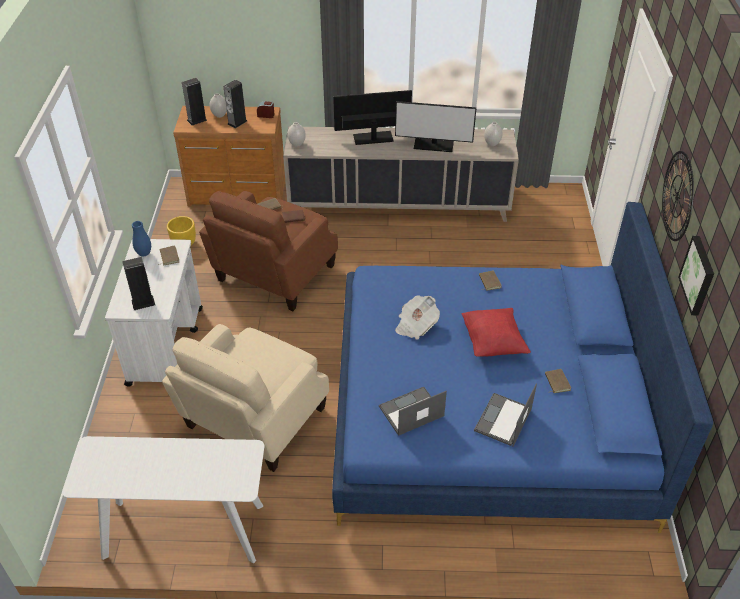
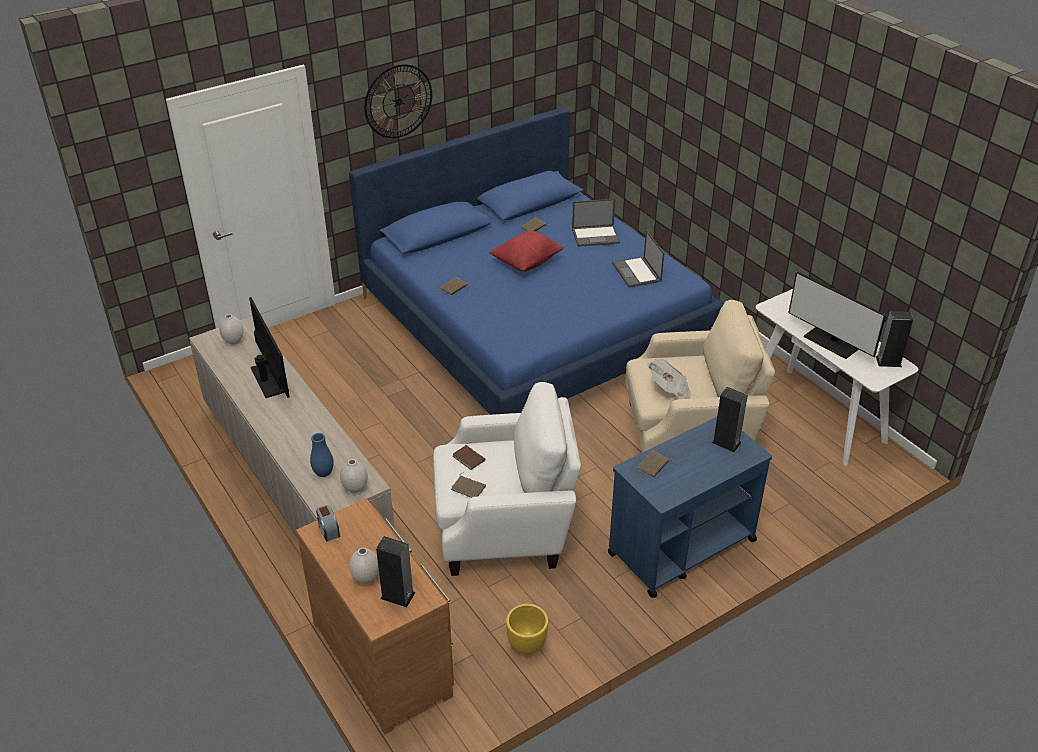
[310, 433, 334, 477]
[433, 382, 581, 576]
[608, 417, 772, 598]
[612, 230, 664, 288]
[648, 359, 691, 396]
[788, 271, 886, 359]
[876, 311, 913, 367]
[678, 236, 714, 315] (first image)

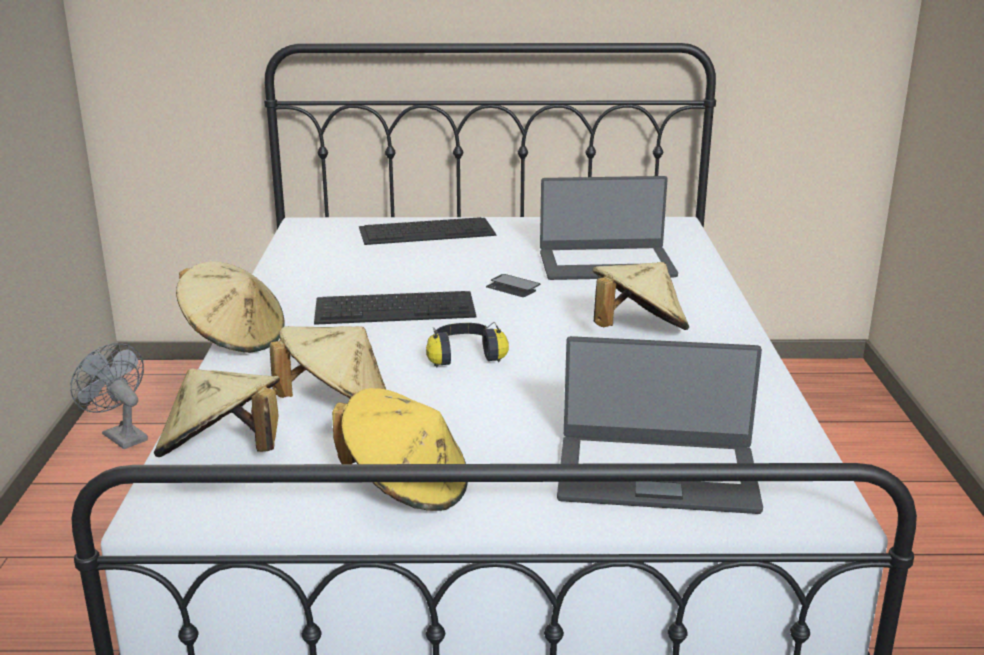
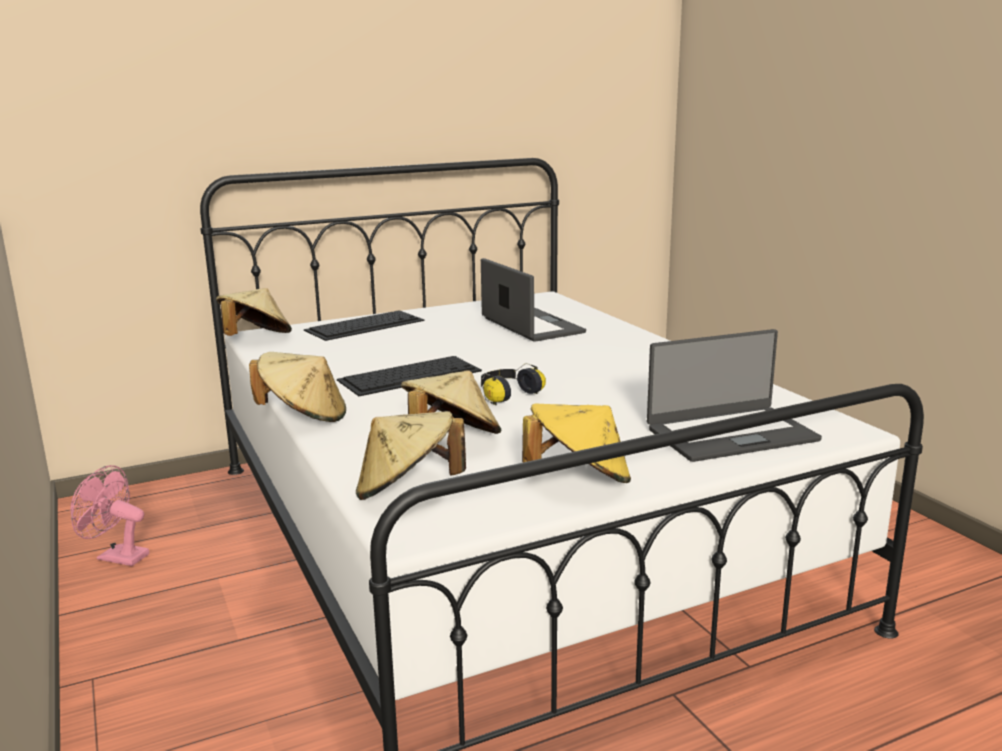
[70, 465, 149, 566]
[216, 288, 292, 336]
[481, 258, 586, 342]
[486, 274, 541, 297] (first image)

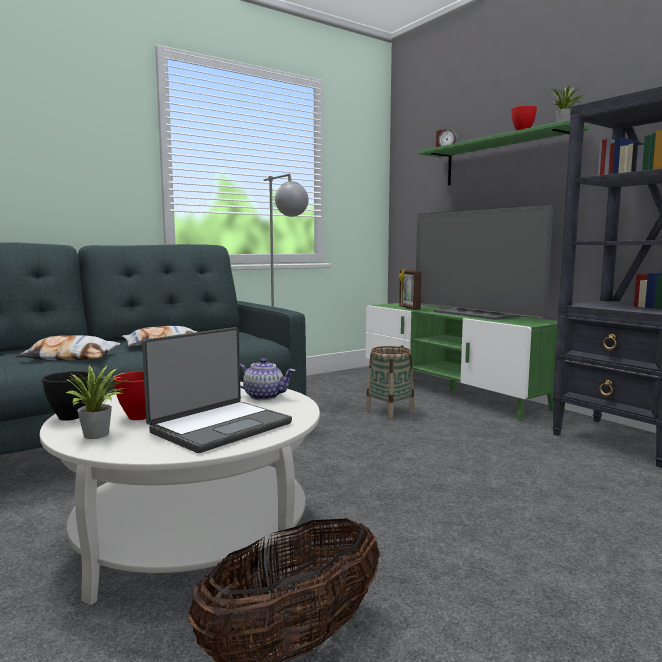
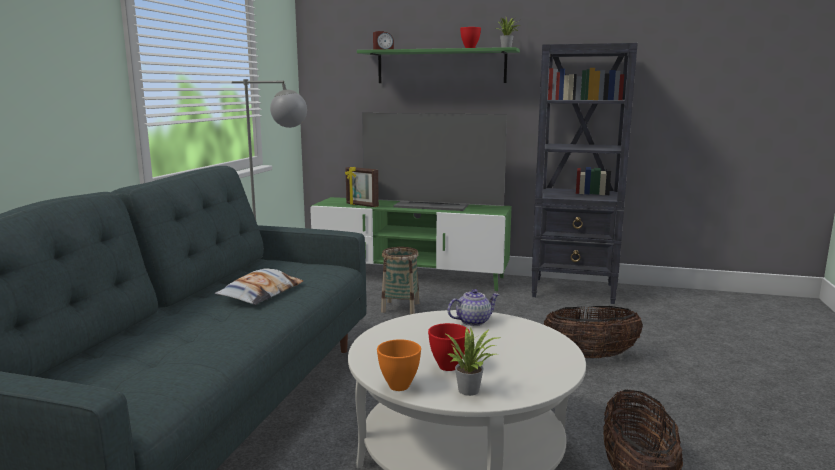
[377, 339, 421, 391]
[543, 306, 643, 358]
[15, 335, 120, 360] (first image)
[142, 327, 292, 453] (first image)

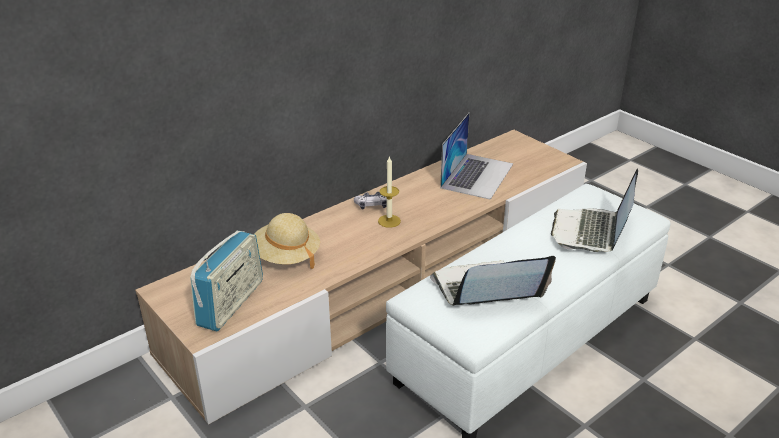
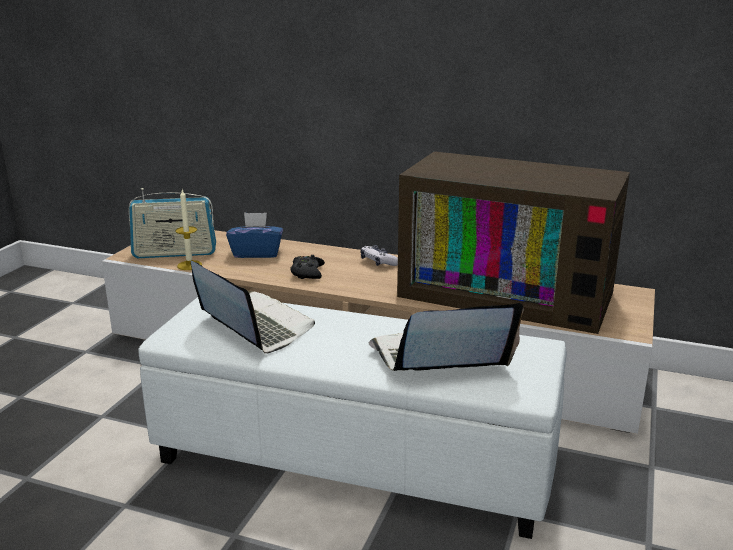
[175, 190, 202, 270]
[226, 212, 283, 258]
[290, 255, 325, 279]
[397, 151, 630, 334]

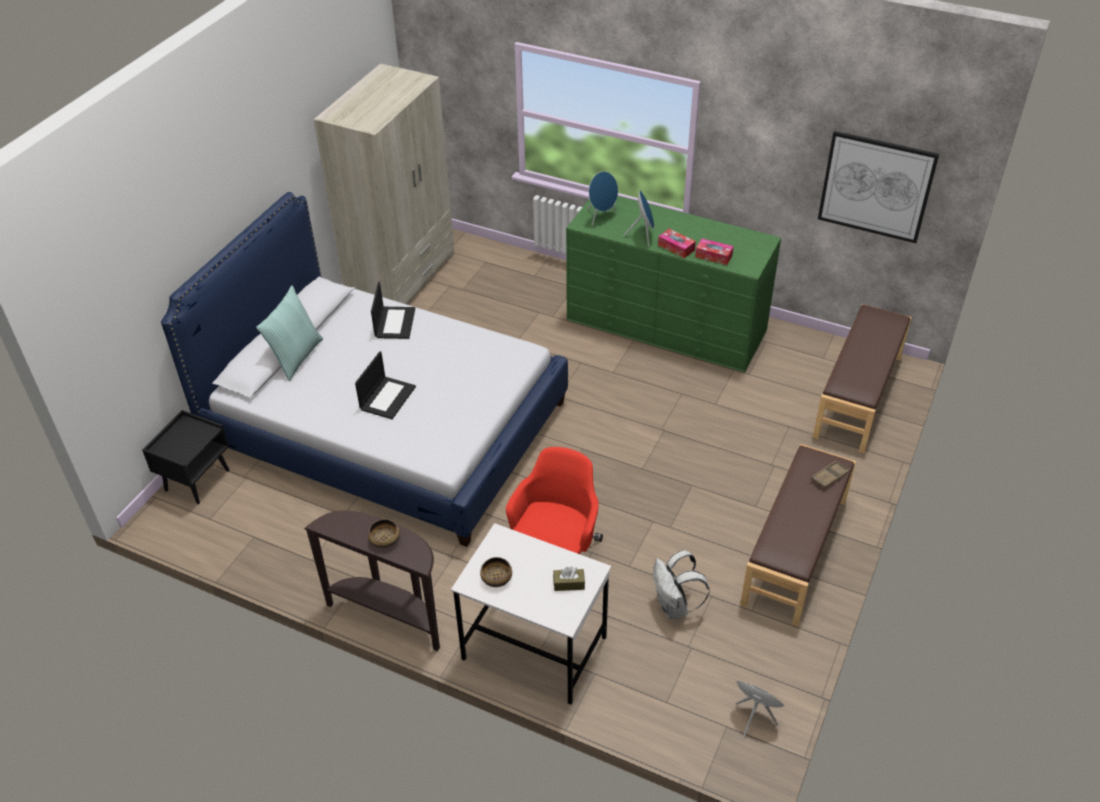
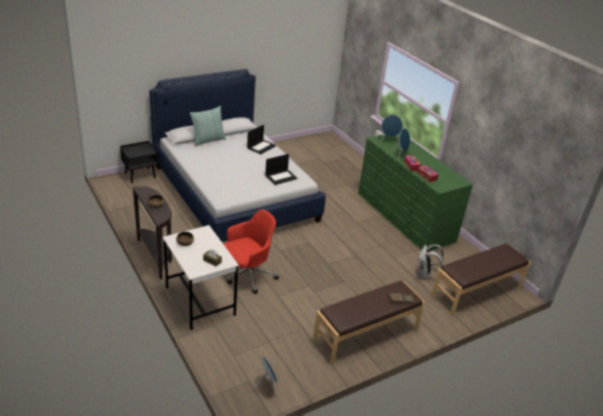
[265, 154, 298, 185]
[418, 244, 443, 279]
[314, 63, 454, 305] (first image)
[818, 131, 939, 243] (first image)

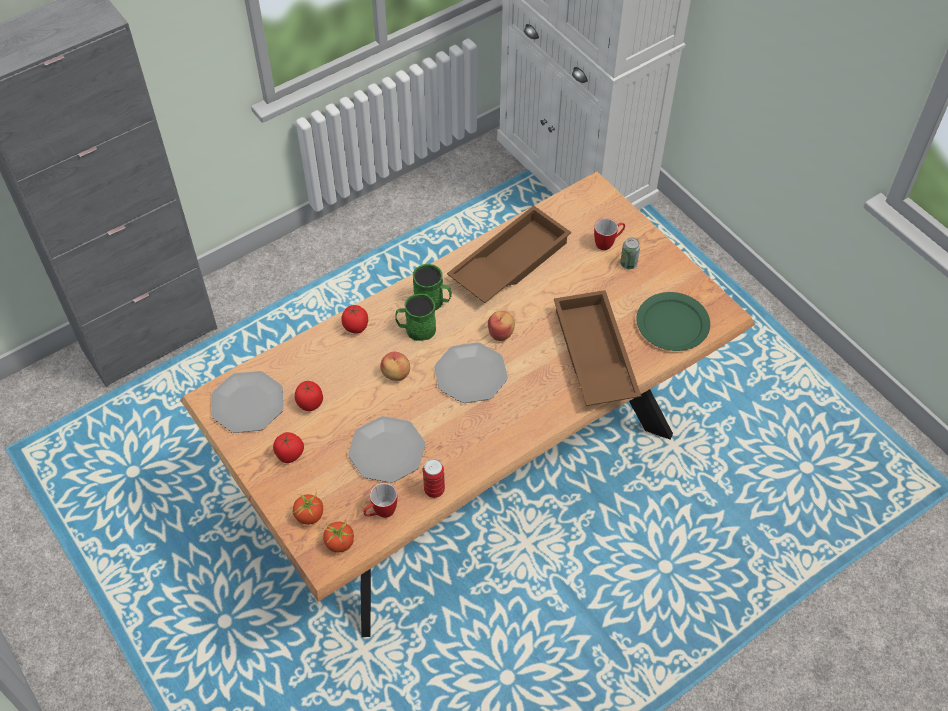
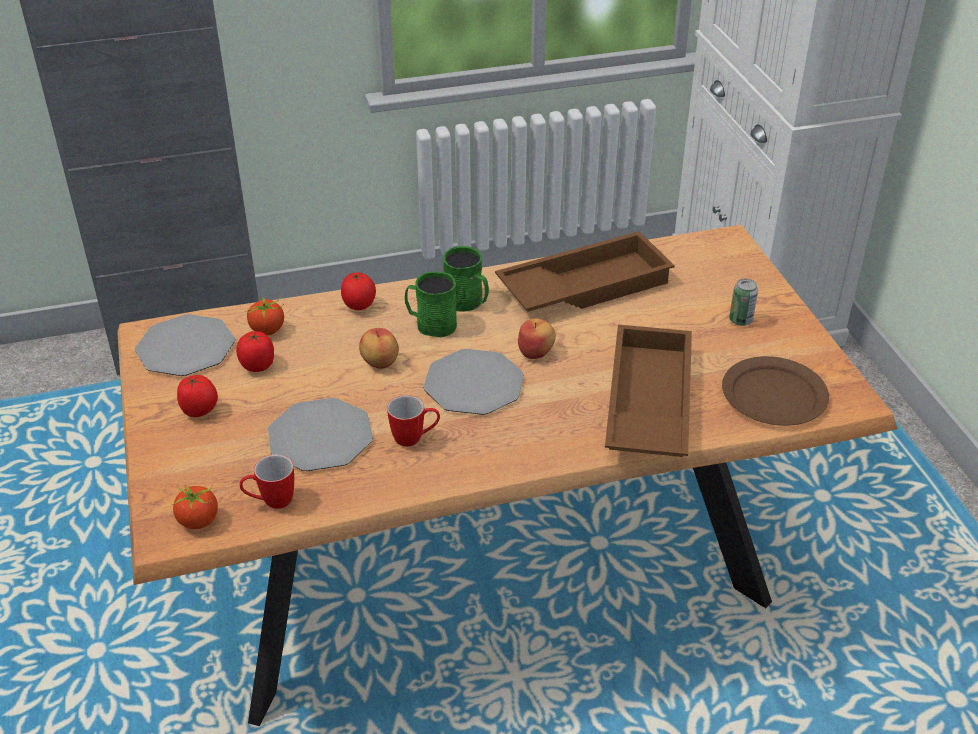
[245, 295, 284, 335]
[387, 395, 440, 447]
[722, 356, 829, 426]
[423, 459, 445, 498] (first image)

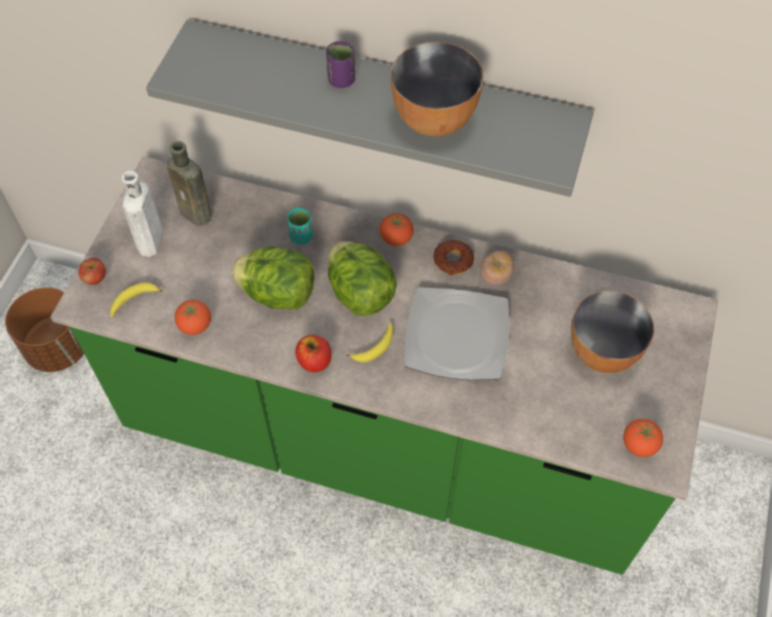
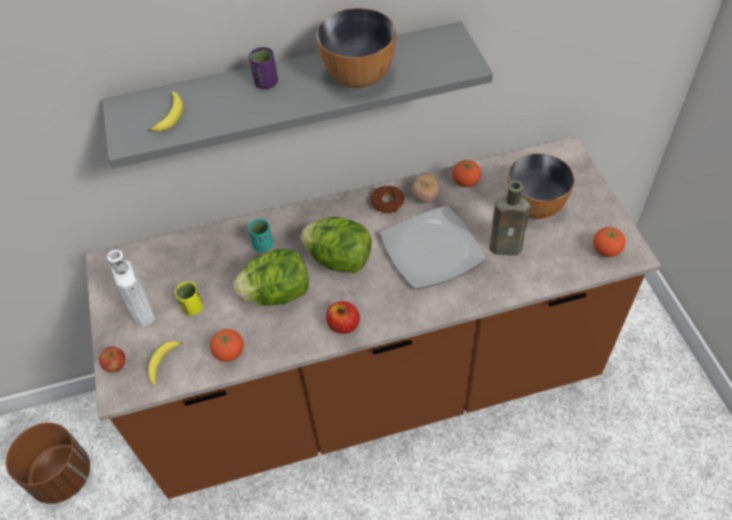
[86, 136, 661, 499]
[148, 91, 183, 132]
[175, 282, 203, 316]
[452, 160, 481, 187]
[490, 181, 530, 255]

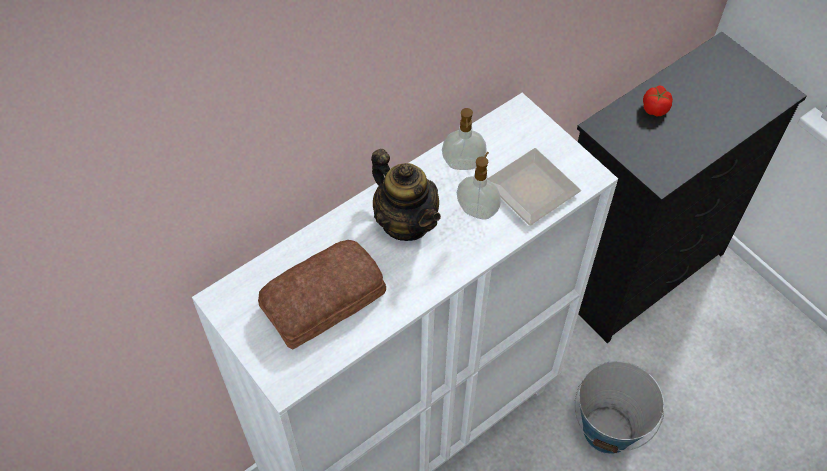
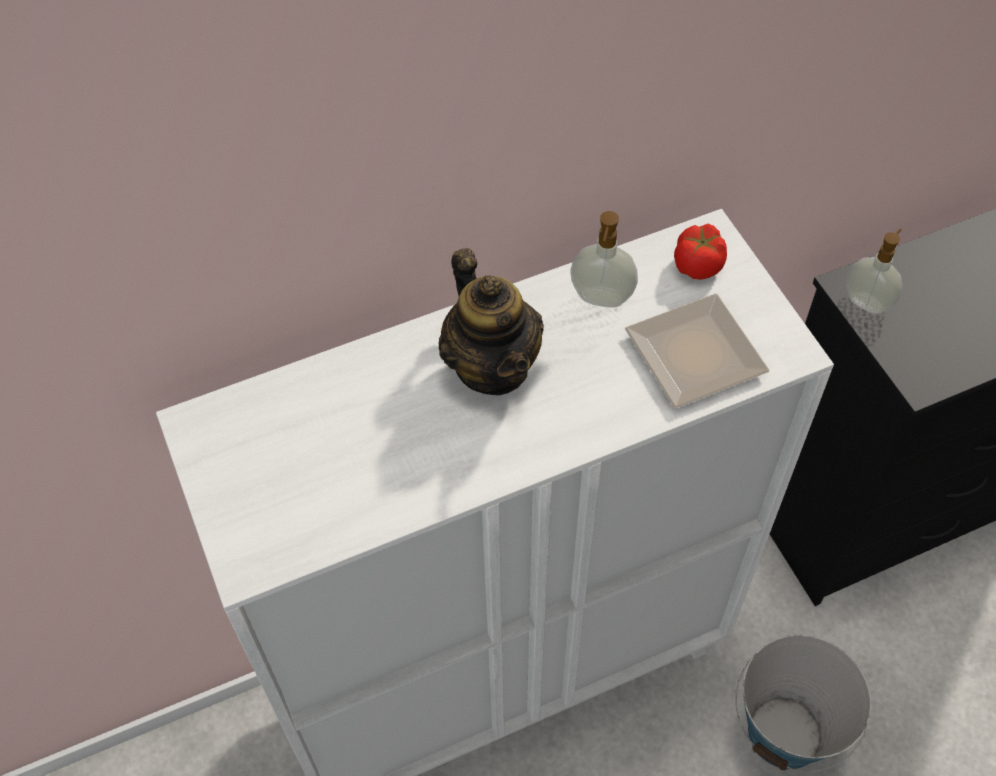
[674, 224, 727, 280]
[846, 229, 902, 314]
[258, 240, 386, 349] (first image)

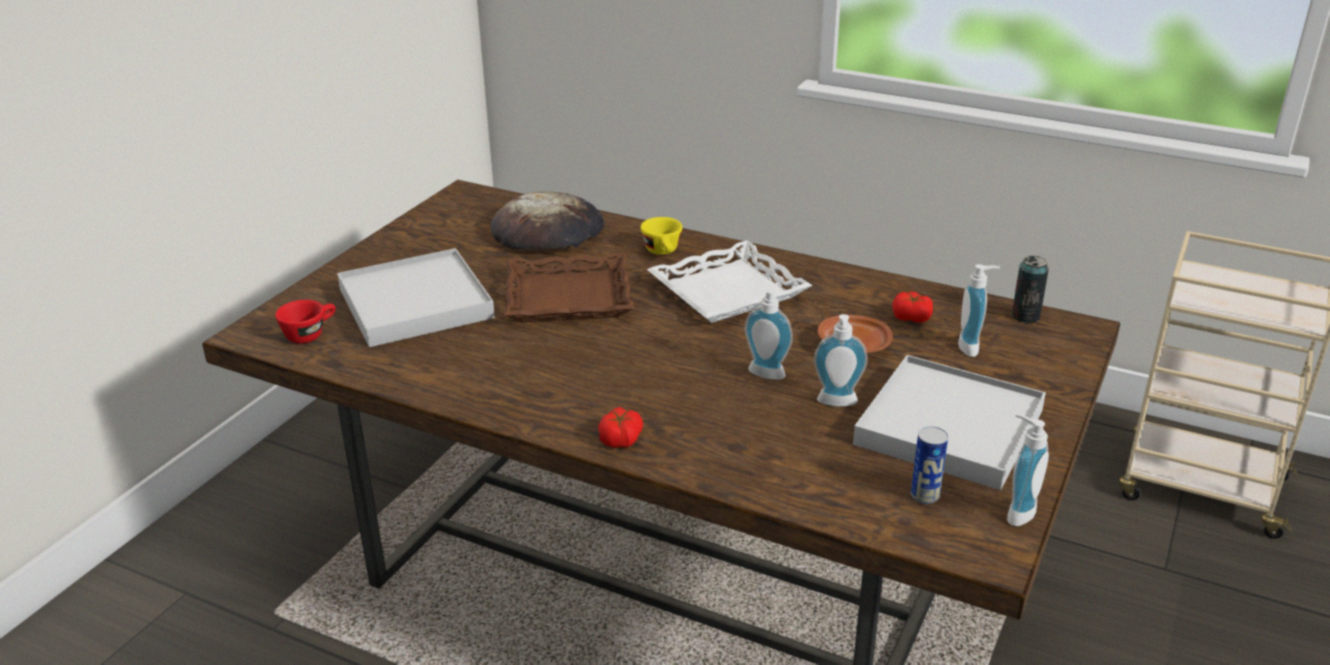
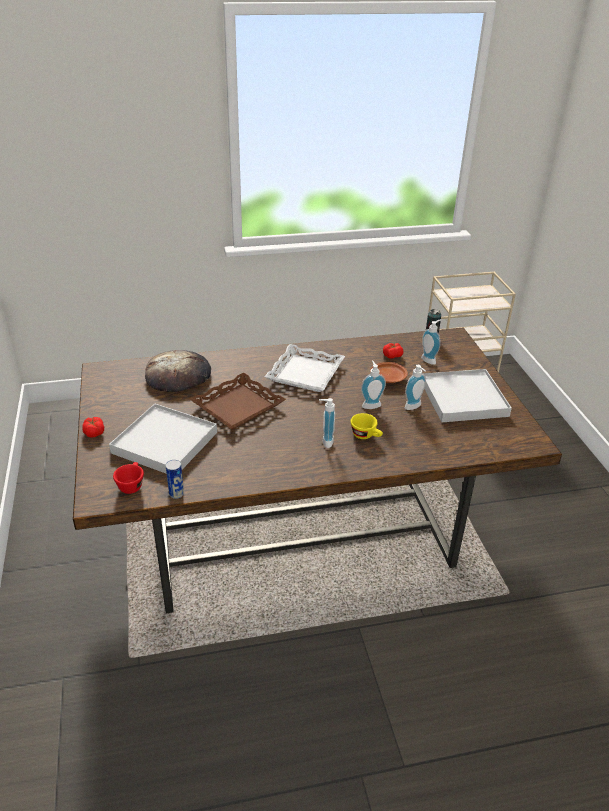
[82, 417, 104, 438]
[166, 460, 184, 499]
[319, 398, 335, 448]
[351, 413, 383, 439]

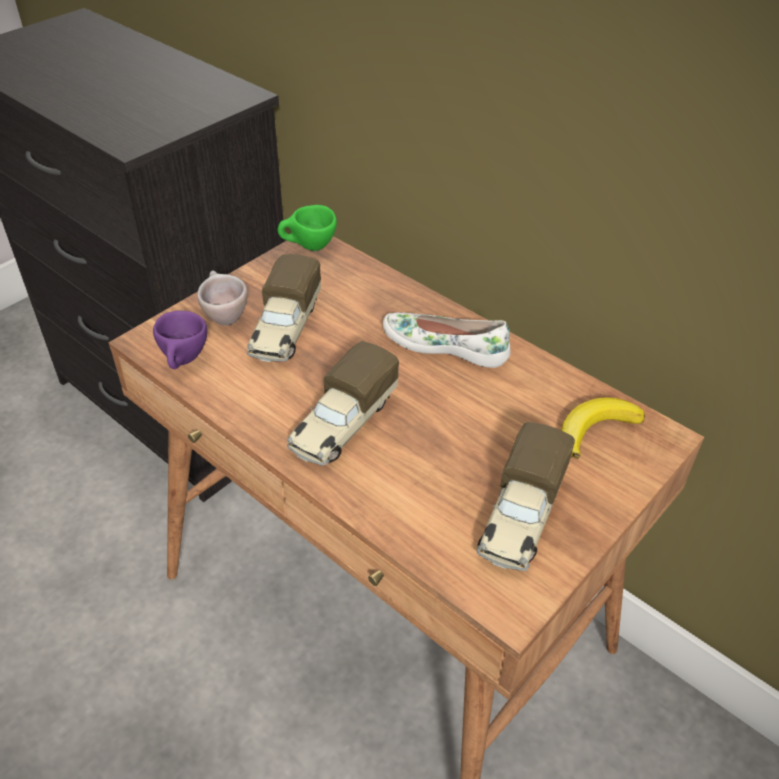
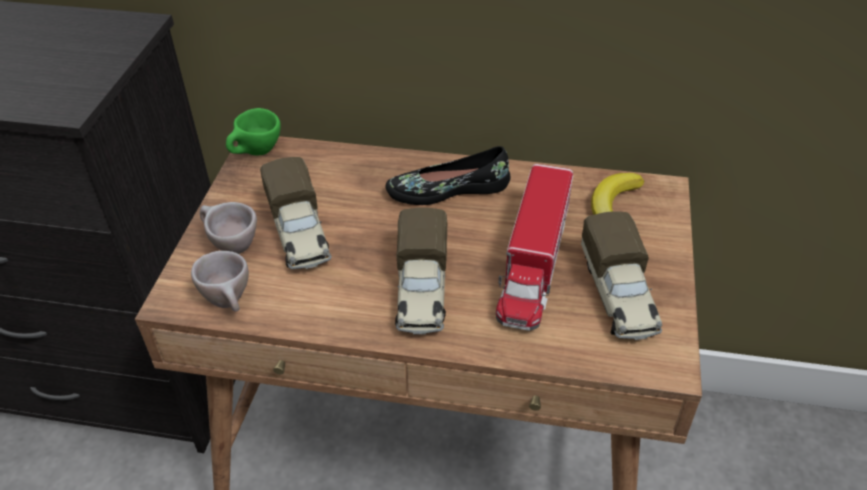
[191, 251, 249, 312]
[386, 146, 511, 205]
[496, 164, 573, 331]

